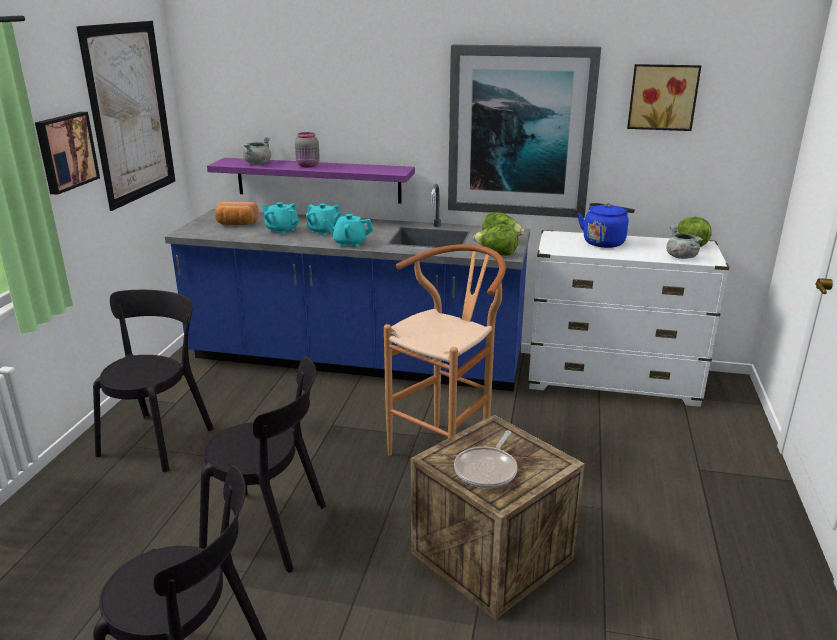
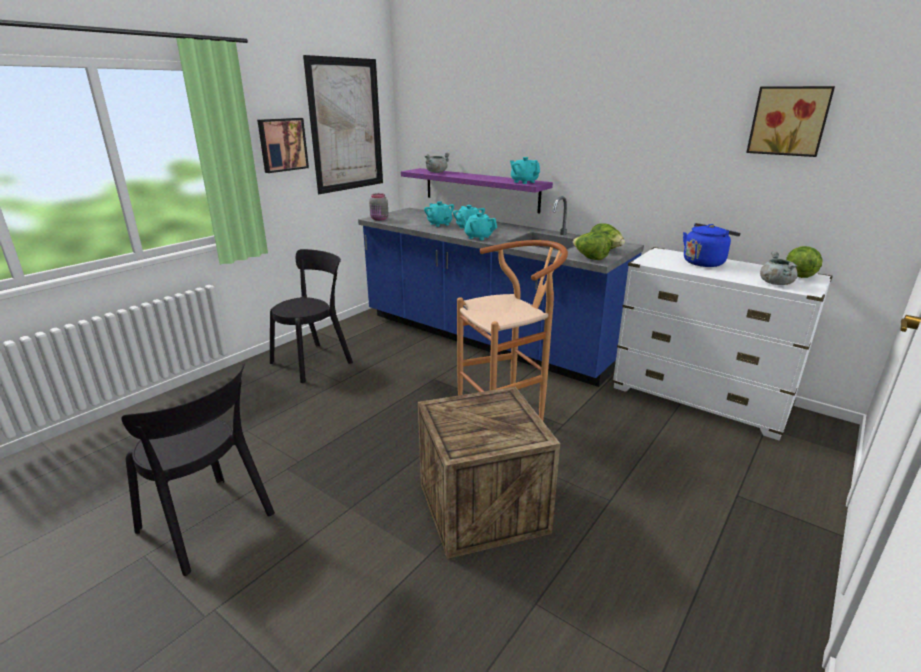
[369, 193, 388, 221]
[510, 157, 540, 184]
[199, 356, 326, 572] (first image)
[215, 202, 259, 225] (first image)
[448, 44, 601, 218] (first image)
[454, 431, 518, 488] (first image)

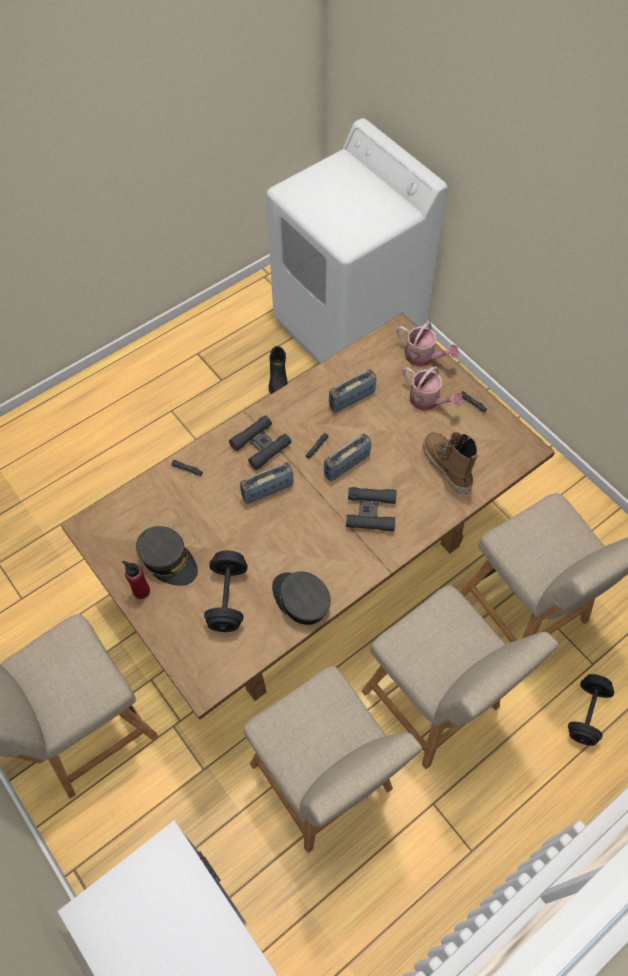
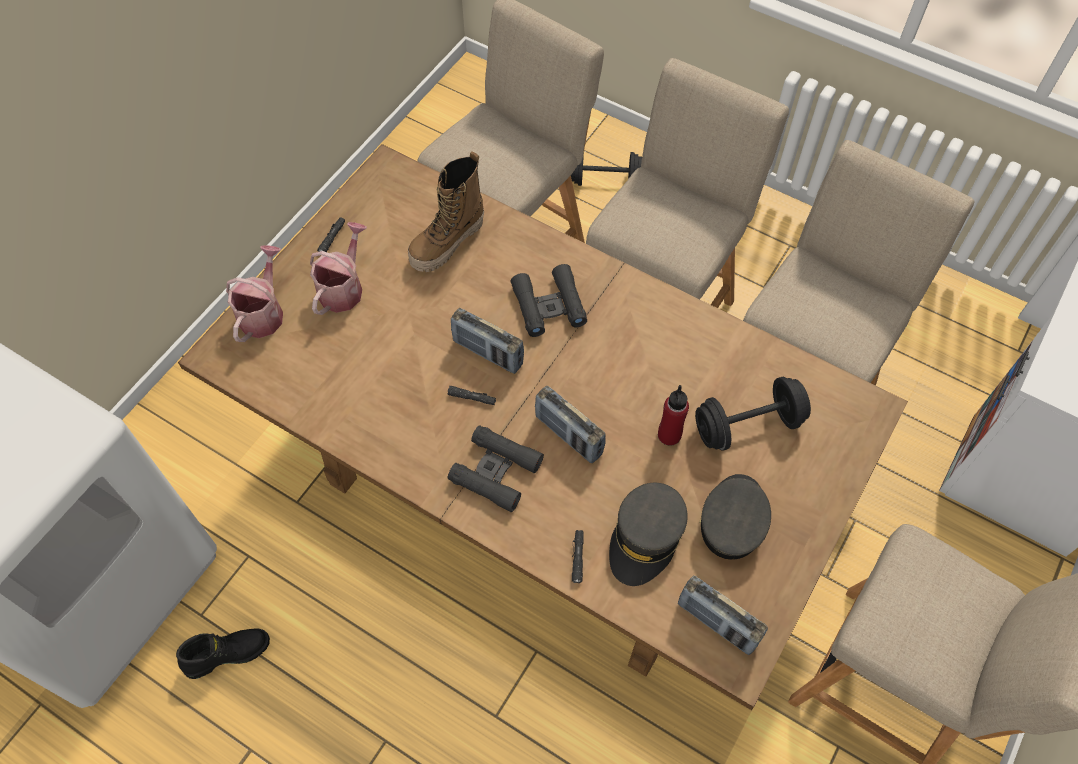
[609, 483, 688, 586]
[658, 385, 689, 446]
[678, 575, 768, 655]

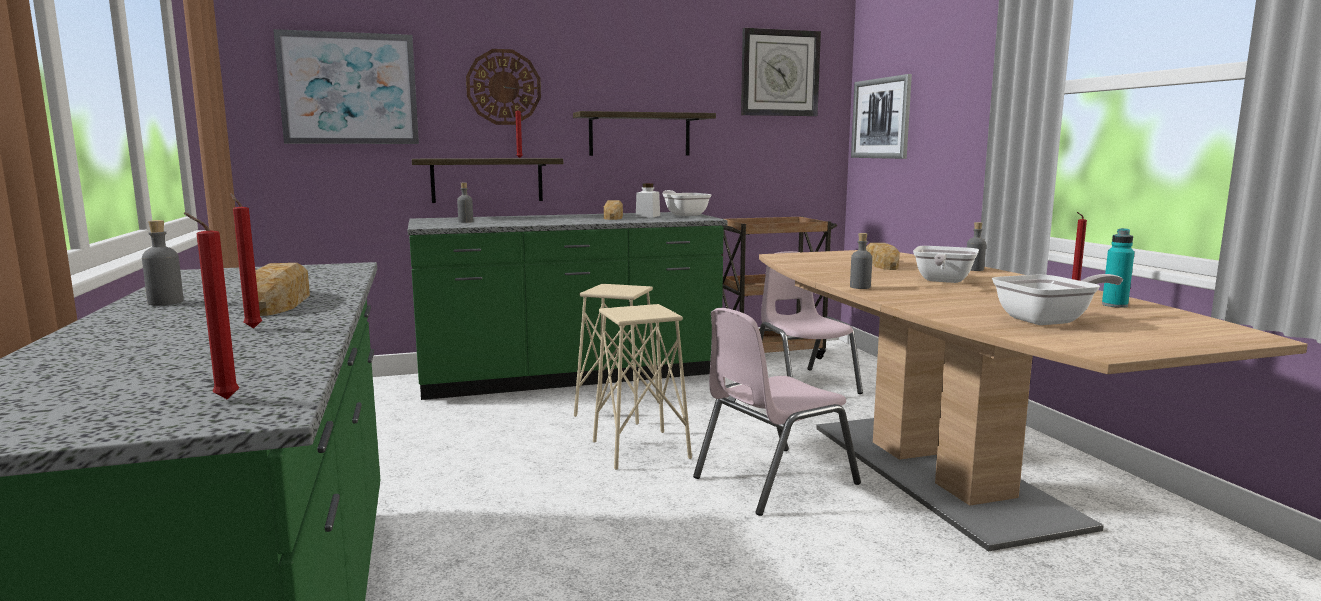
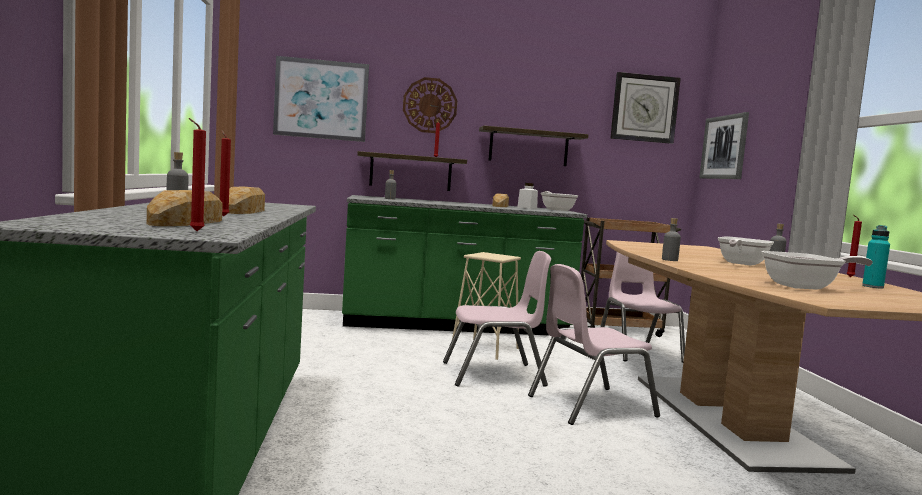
[147, 190, 223, 226]
[443, 251, 551, 387]

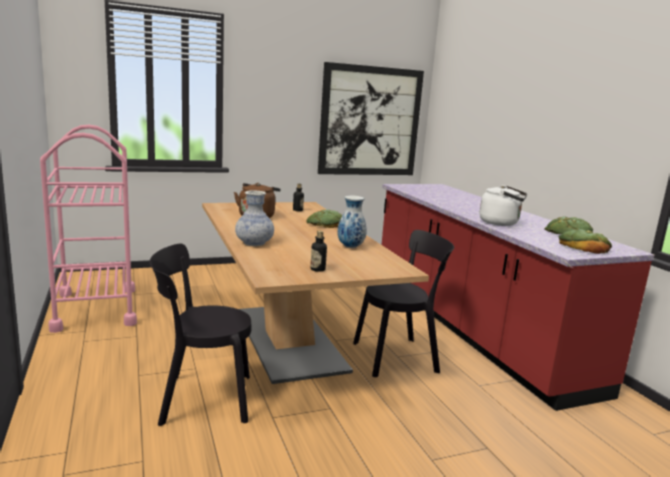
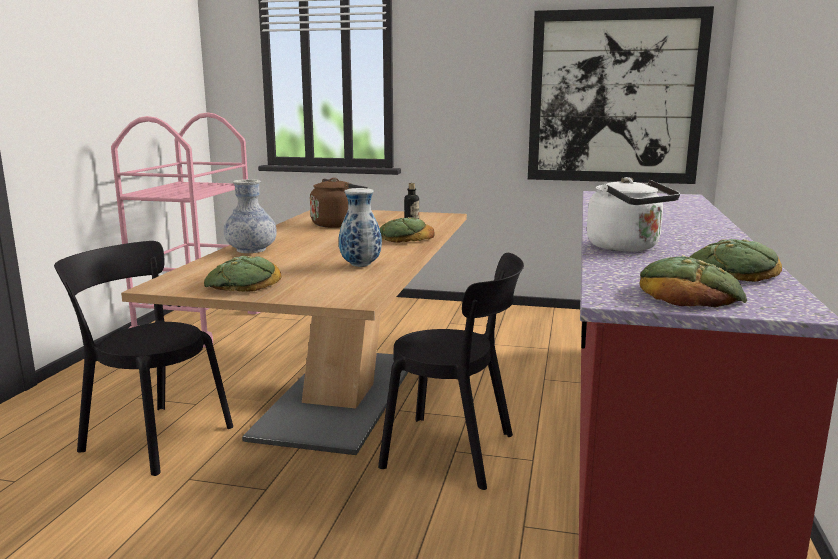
[204, 256, 281, 292]

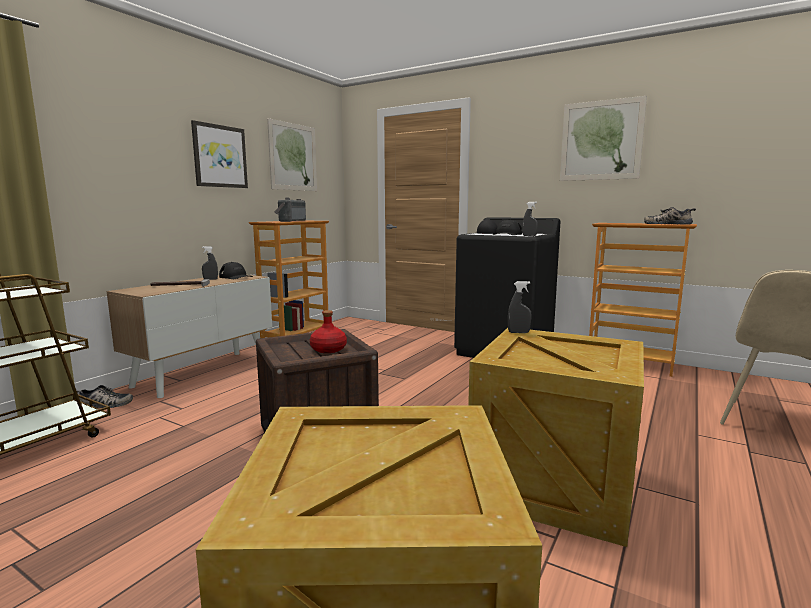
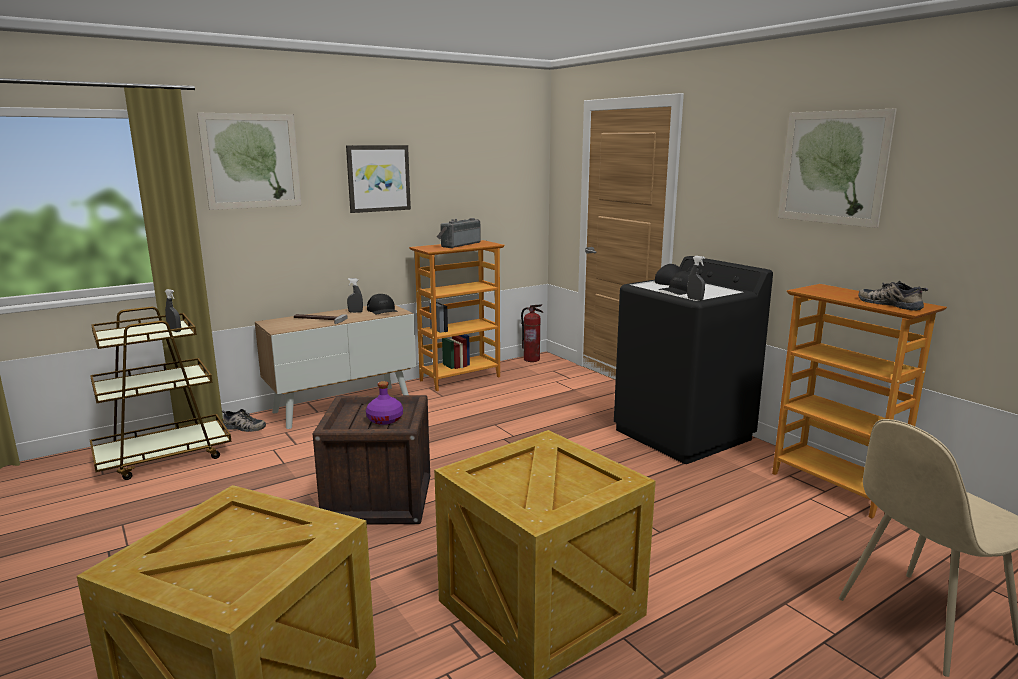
[165, 289, 181, 332]
[197, 113, 301, 210]
[366, 381, 403, 425]
[521, 304, 543, 362]

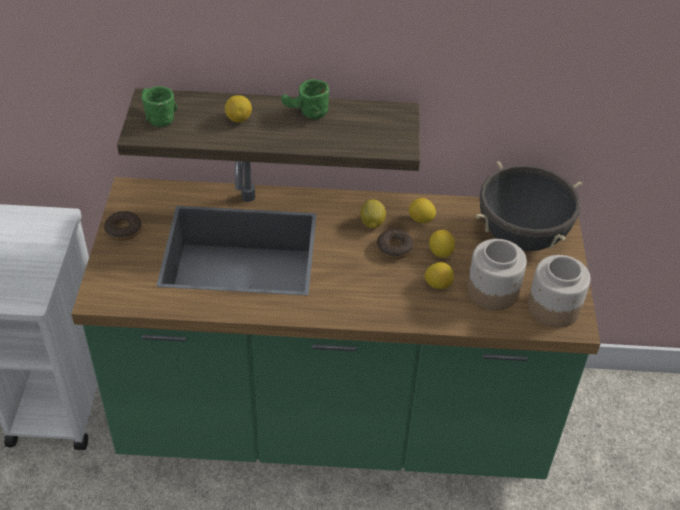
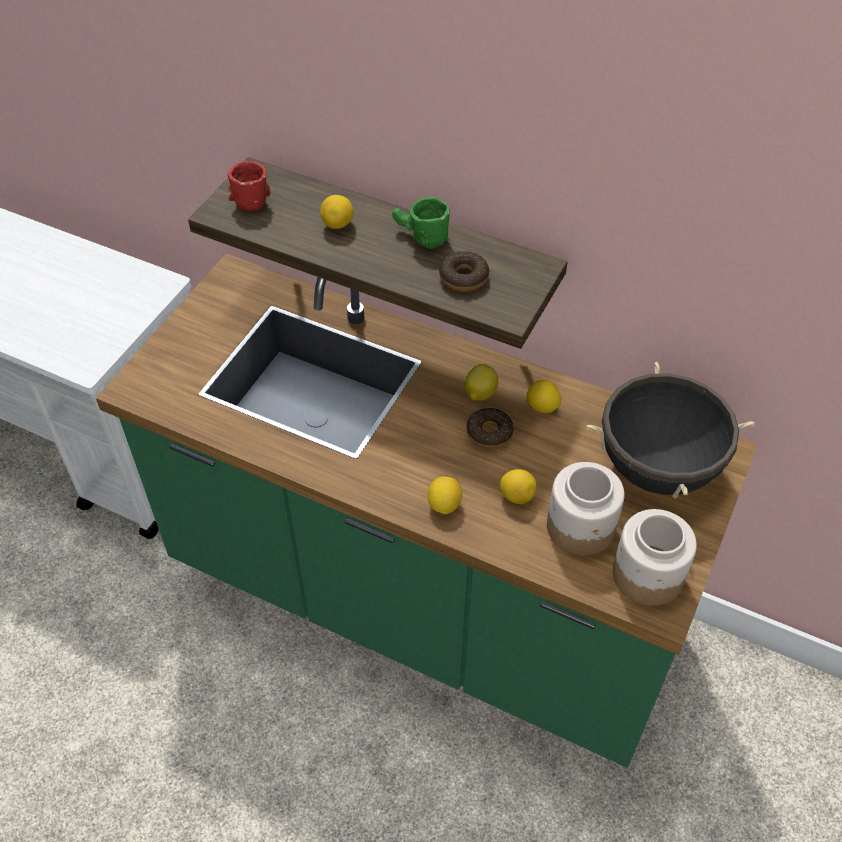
[228, 161, 271, 212]
[428, 476, 463, 515]
[439, 251, 489, 292]

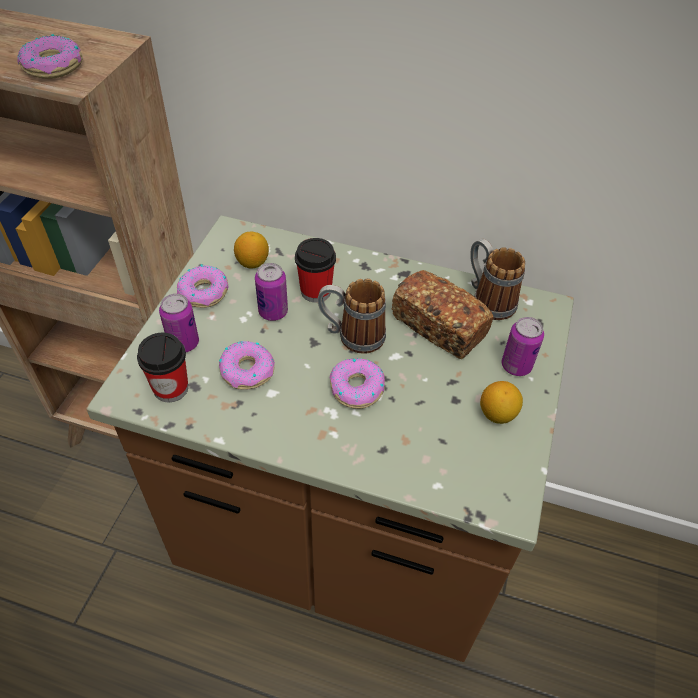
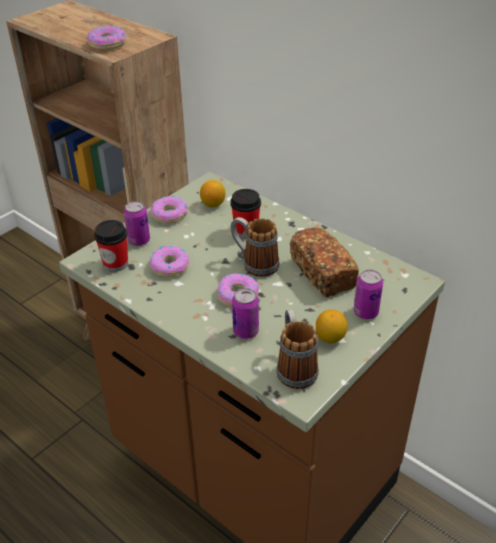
[232, 288, 259, 339]
[276, 309, 319, 389]

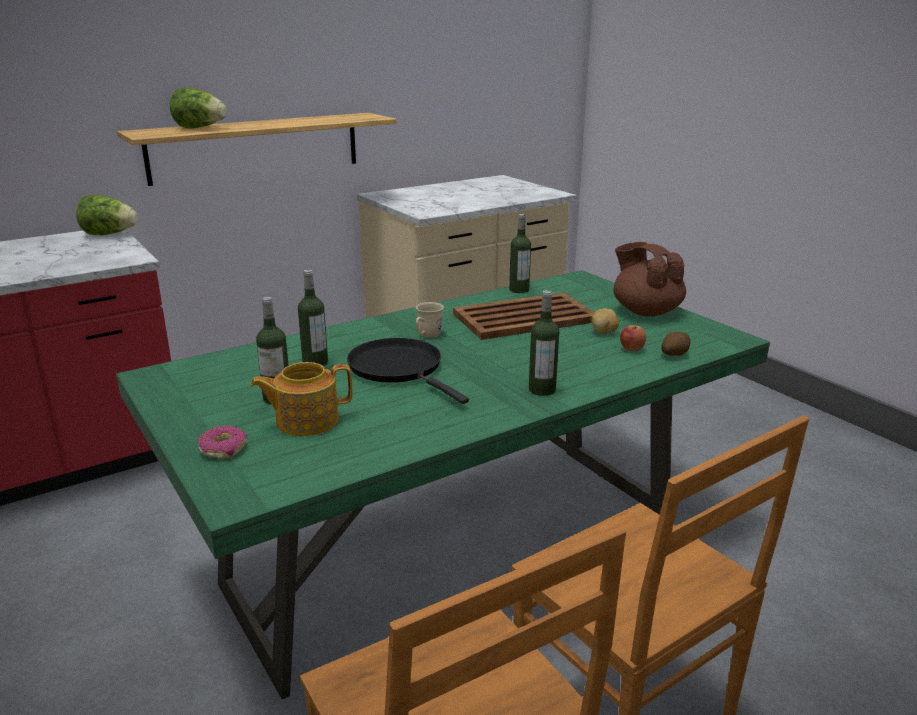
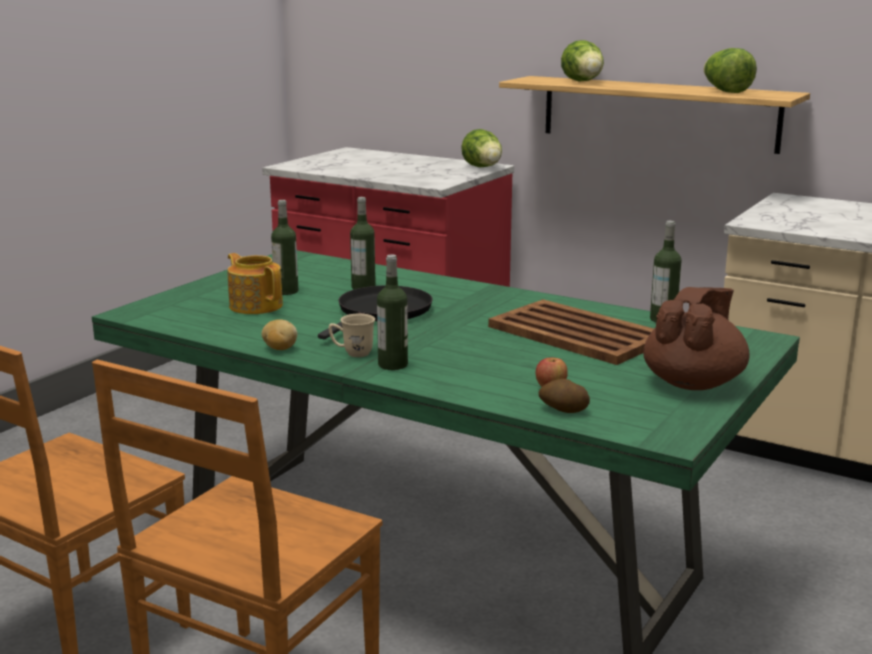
[262, 319, 297, 350]
[328, 314, 375, 357]
[704, 48, 757, 93]
[198, 425, 247, 459] (first image)

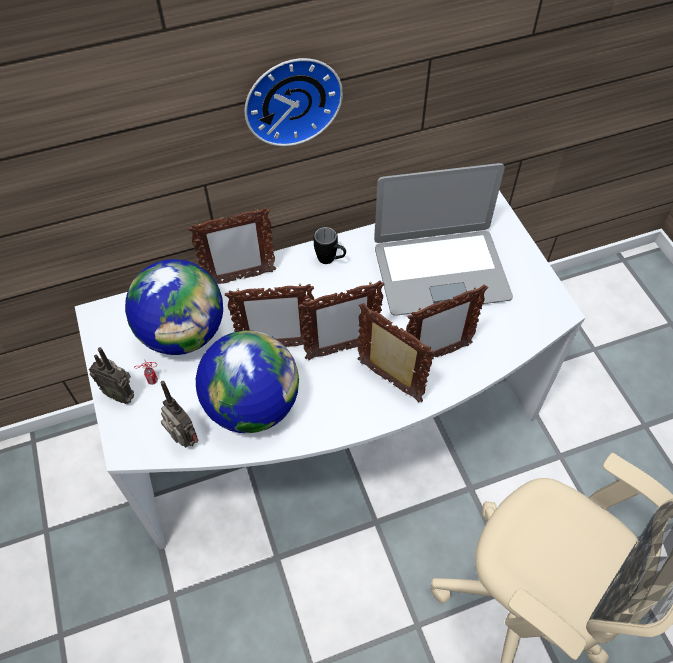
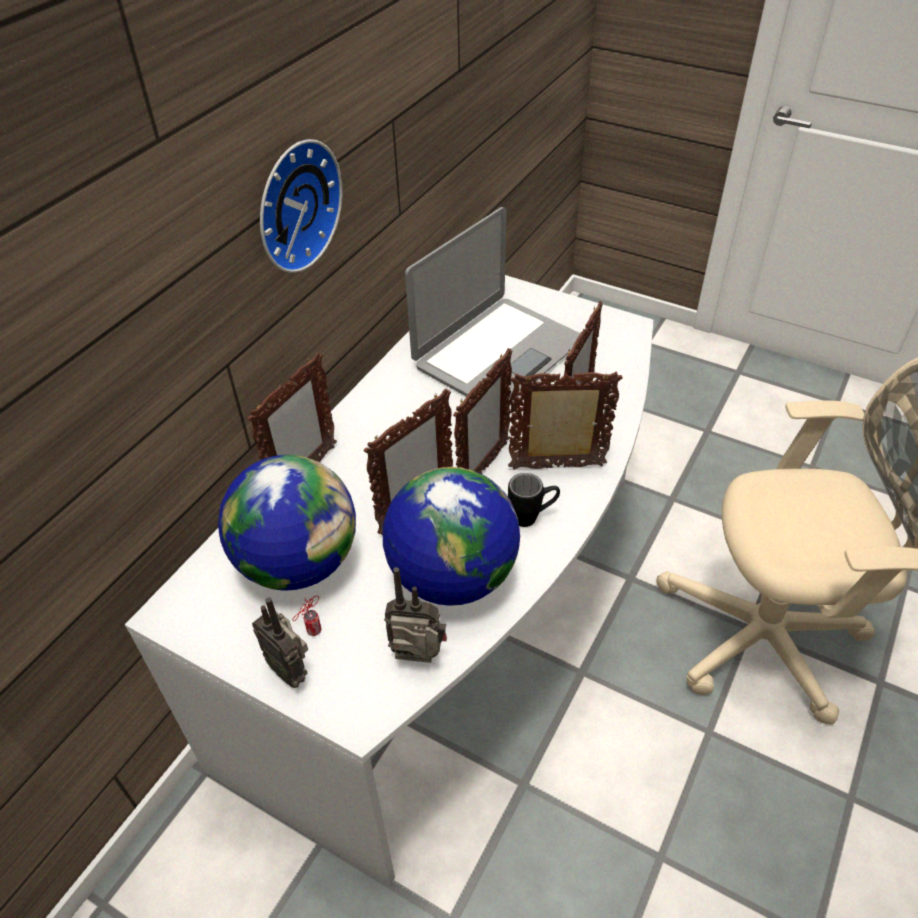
[252, 597, 308, 688]
[508, 473, 560, 527]

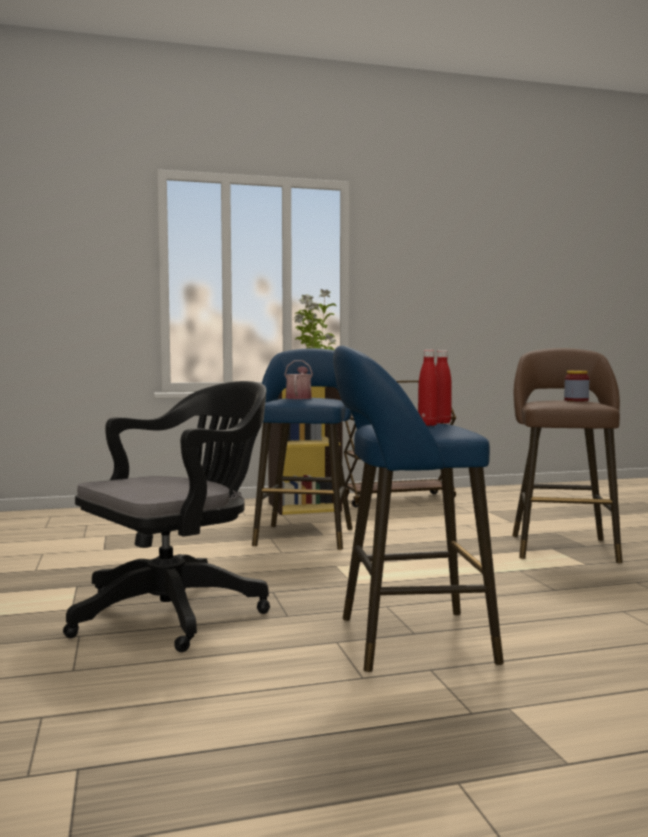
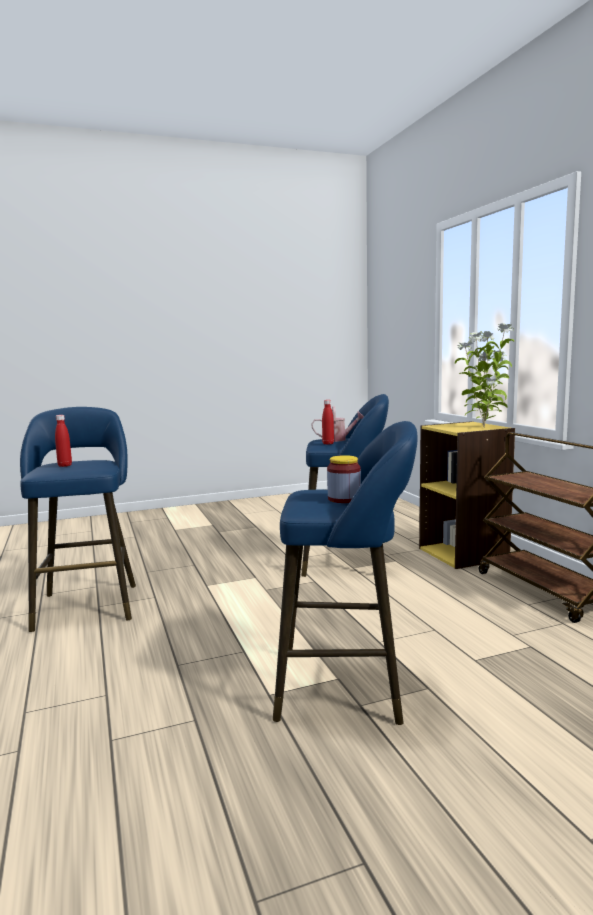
[273, 421, 418, 725]
[322, 400, 334, 445]
[63, 381, 270, 652] (first image)

